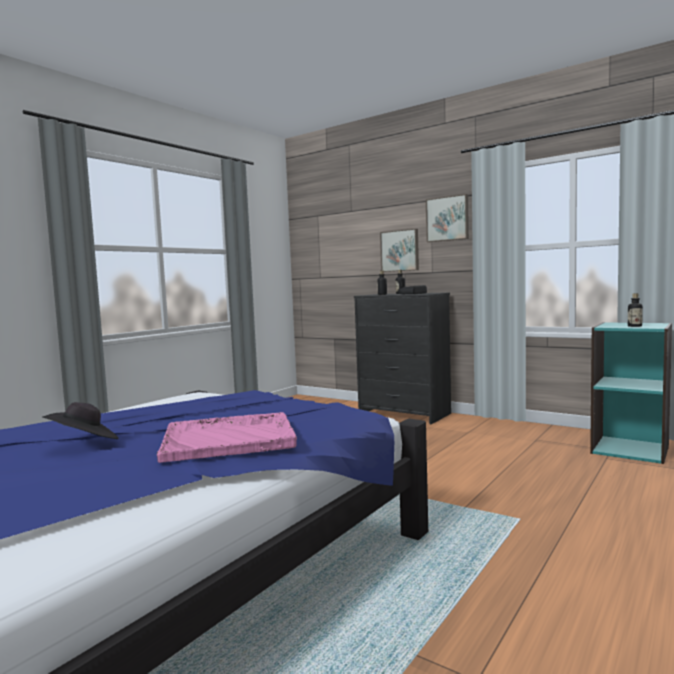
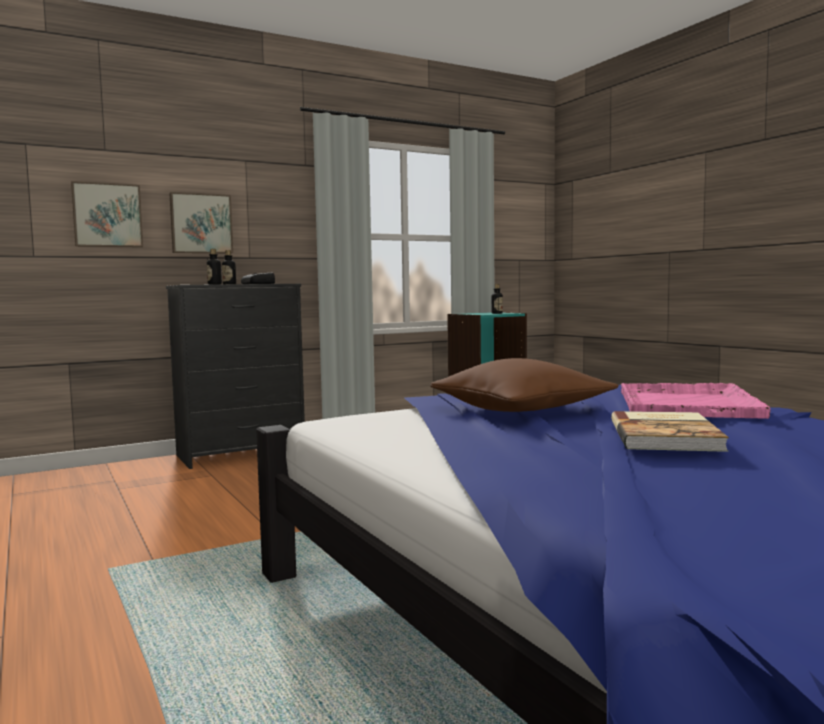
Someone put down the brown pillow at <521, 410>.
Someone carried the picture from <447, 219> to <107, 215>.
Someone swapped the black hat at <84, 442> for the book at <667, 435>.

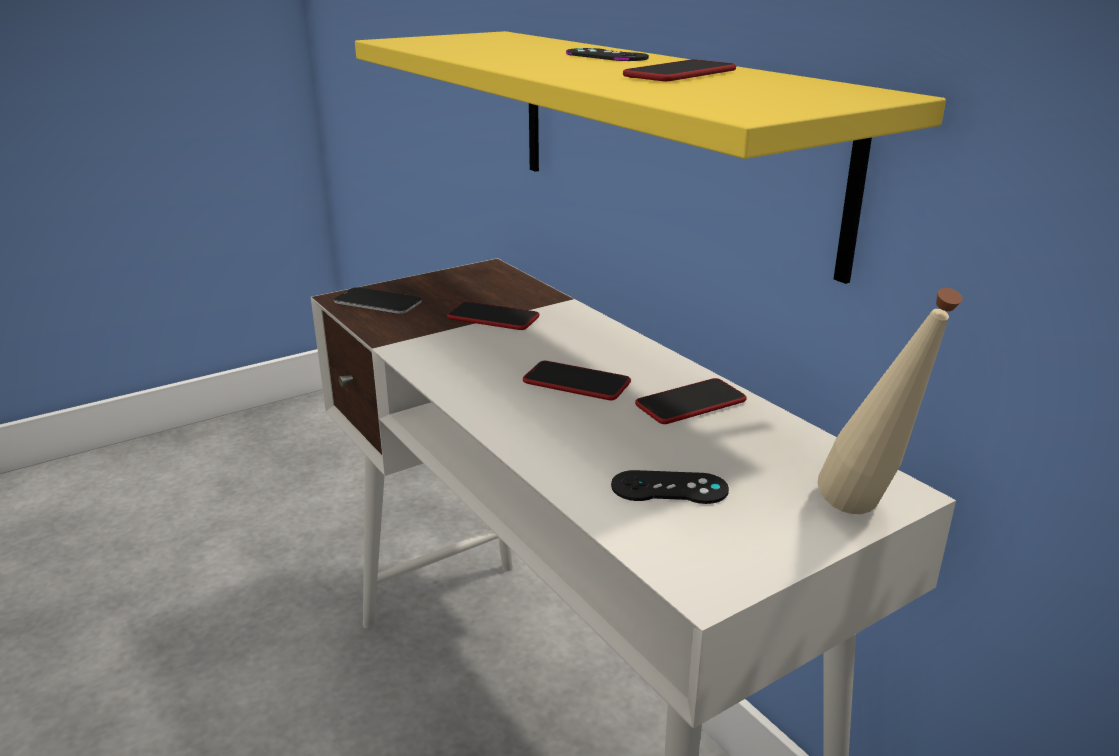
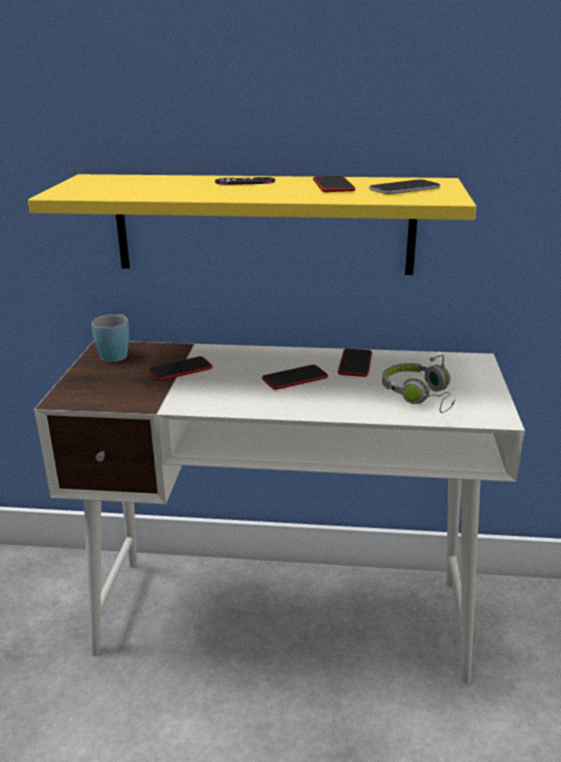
Someone took away the beige bottle at <865, 519>.
Someone put down the blue mug at <116, 353>.
Someone carried the phone from <378, 303> to <404, 189>.
Someone swapped the black game controller at <669, 488> for the grey headphones at <421, 396>.

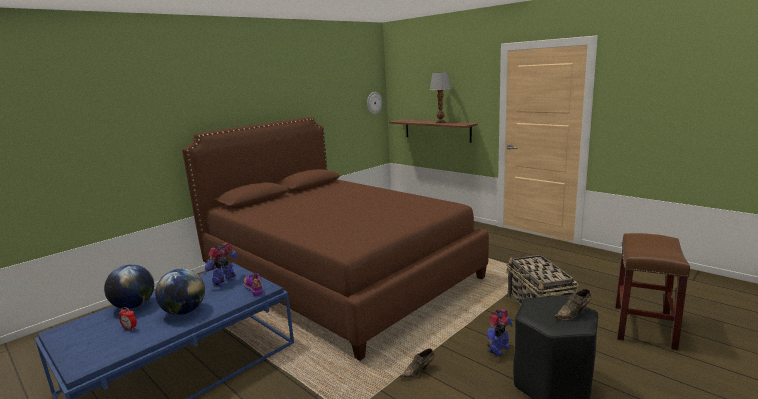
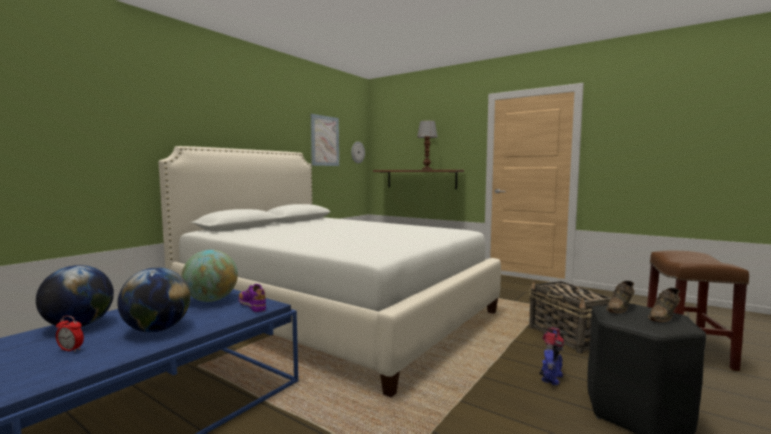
Someone put up the picture at <325, 141>.
Someone carried the brown shoe from <419, 371> to <620, 308>.
Someone swapped the toy robot at <225, 281> for the globe at <211, 300>.
Someone repainted the brown bed at <338, 275>, which became the white bed at <333, 312>.

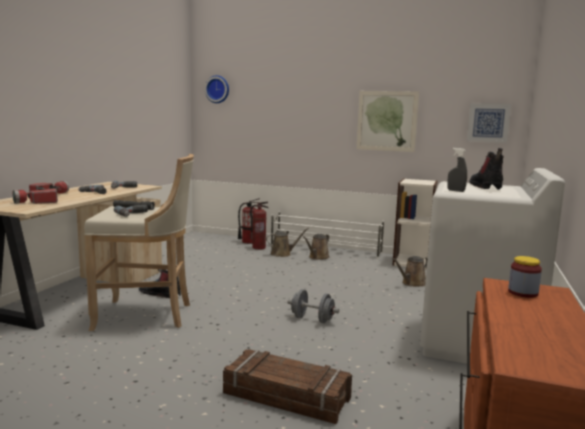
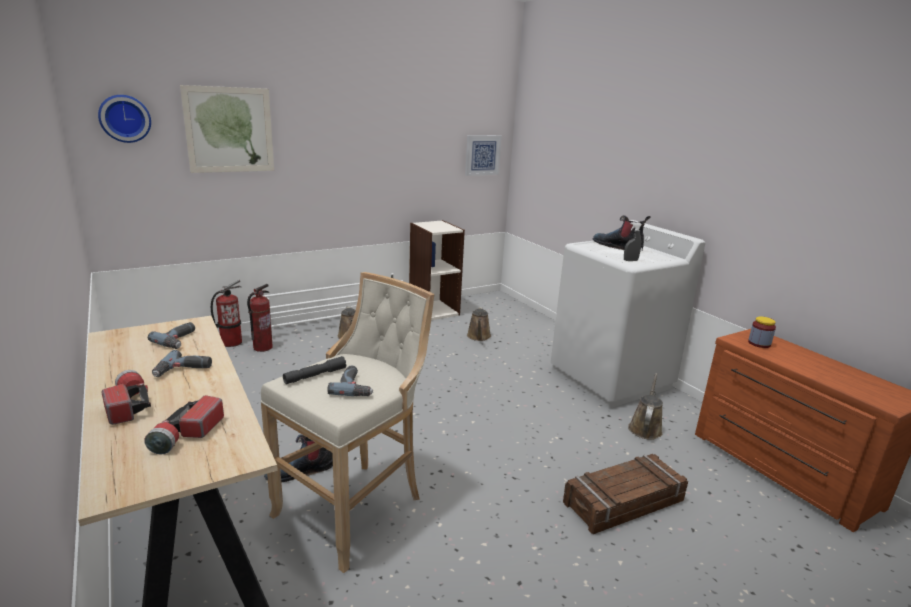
Someone took away the grey dumbbell at <312, 319>.
Someone carried the brown watering can from <282, 254> to <645, 428>.
Someone carried the picture from <387, 121> to <229, 130>.

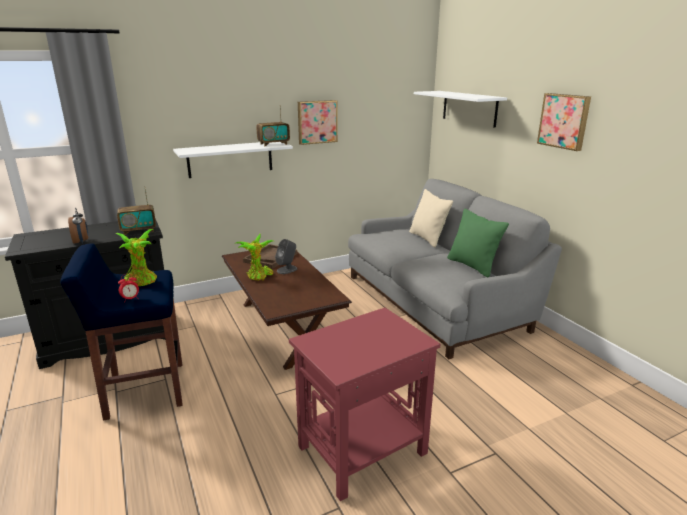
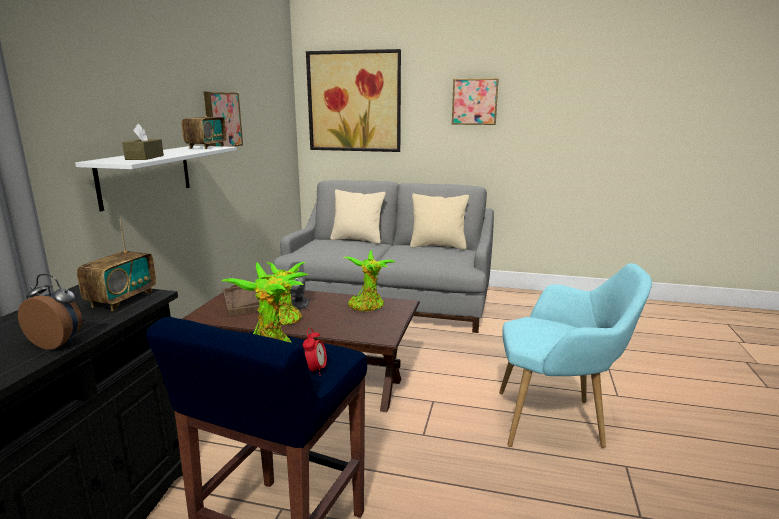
Someone put down the brown tissue box at <145, 157>.
Someone put down the potted plant at <368, 306>.
Someone swapped the red side table at <361, 449> for the turquoise armchair at <557, 421>.
Someone swapped the white shelf at <469, 108> for the picture at <354, 101>.
Someone repainted the green pillow at <473, 266>, which became the beige pillow at <438, 246>.

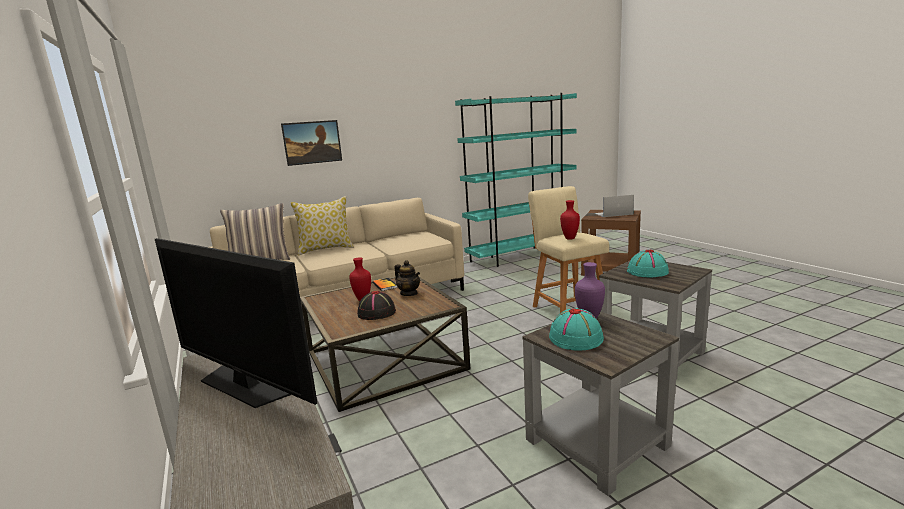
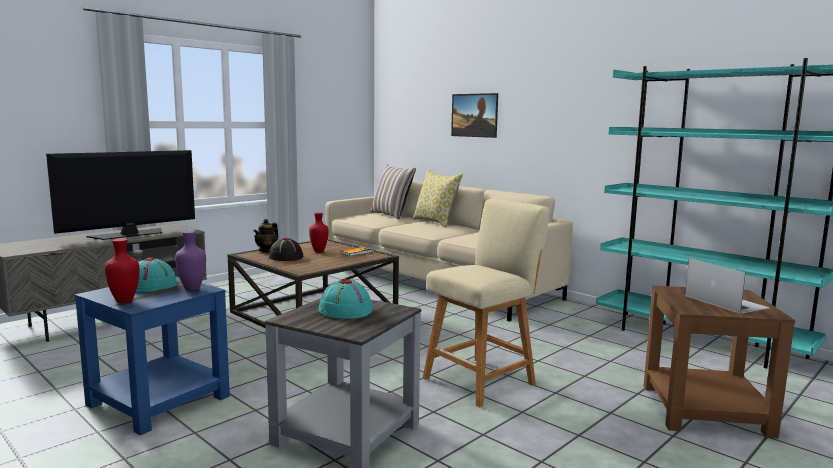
Someone carried the teapot from <409, 293> to <267, 250>.
Someone carried the red vase from <569, 238> to <125, 301>.
Someone repainted the grey side table at <594, 442>, which became the blue side table at <159, 399>.
Someone rotated the television at <246, 384> by 150 degrees counterclockwise.

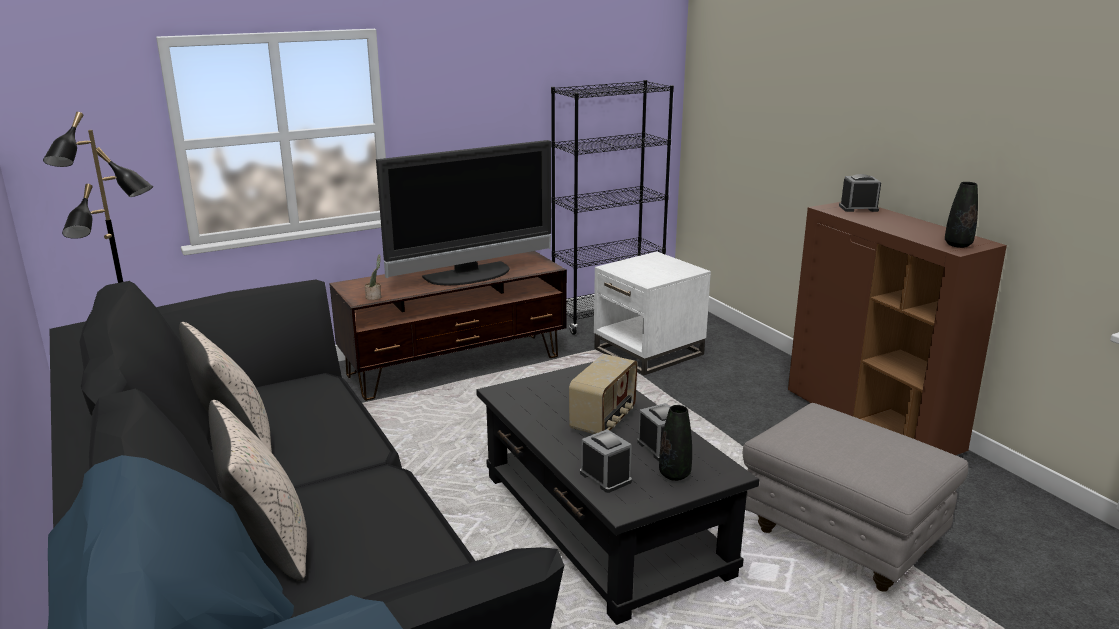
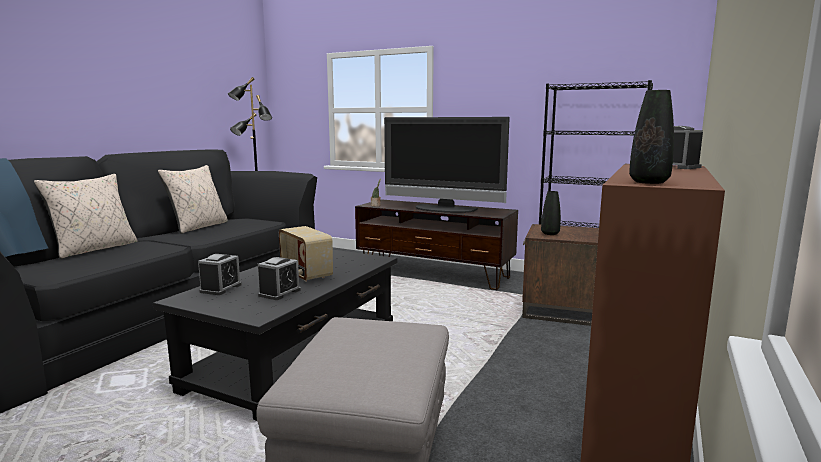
Someone carried the black vase from <674, 475> to <550, 233>.
Someone repainted the white side table at <649, 352>, which became the brown side table at <562, 310>.
Someone rotated the radio at <604, 420> by 60 degrees clockwise.

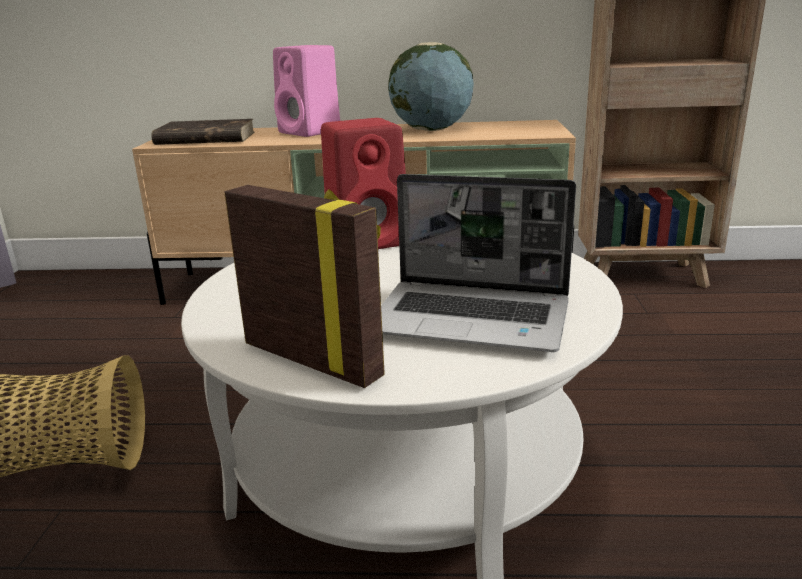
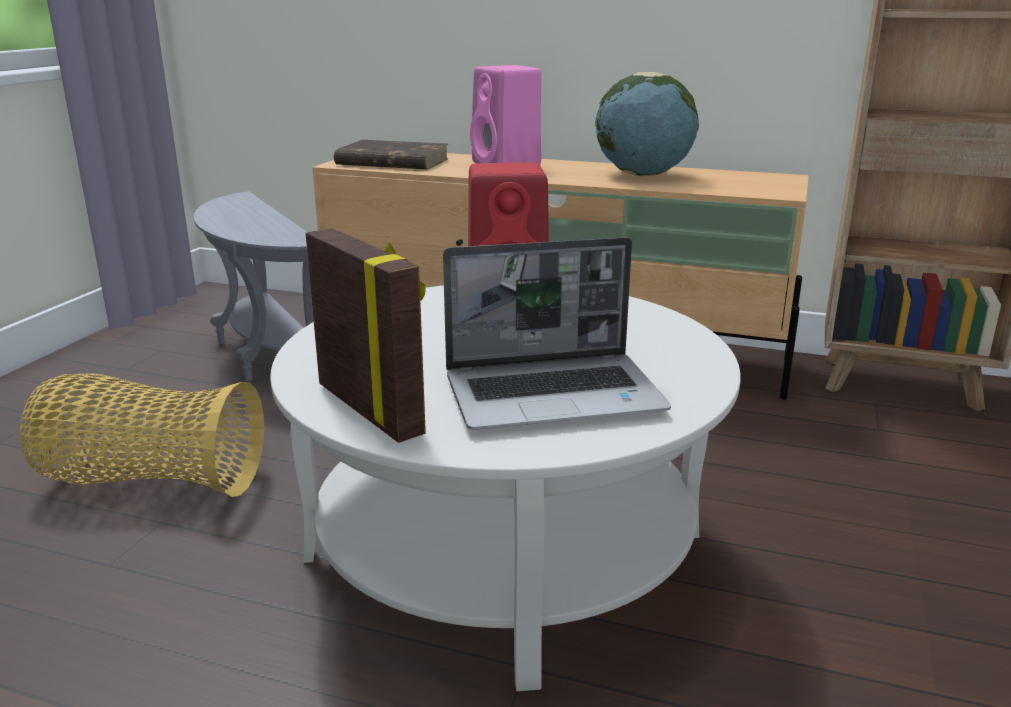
Someone put down the grey side table at <264, 354>.
Someone rotated the laptop at <473, 318> by 45 degrees counterclockwise.

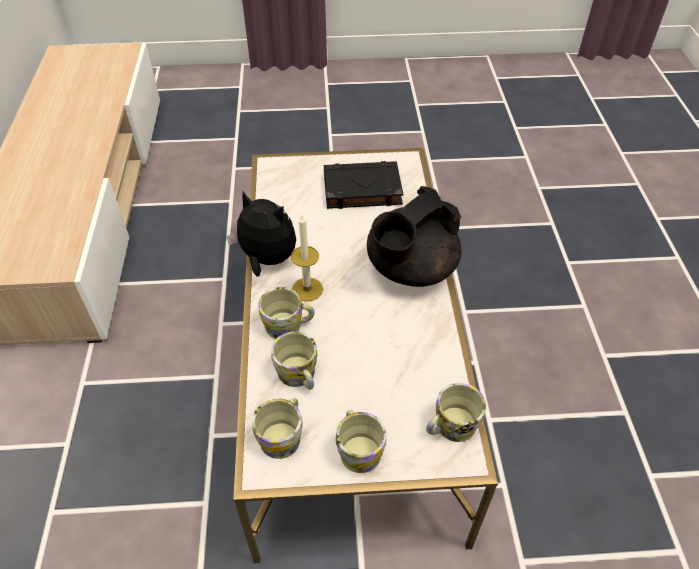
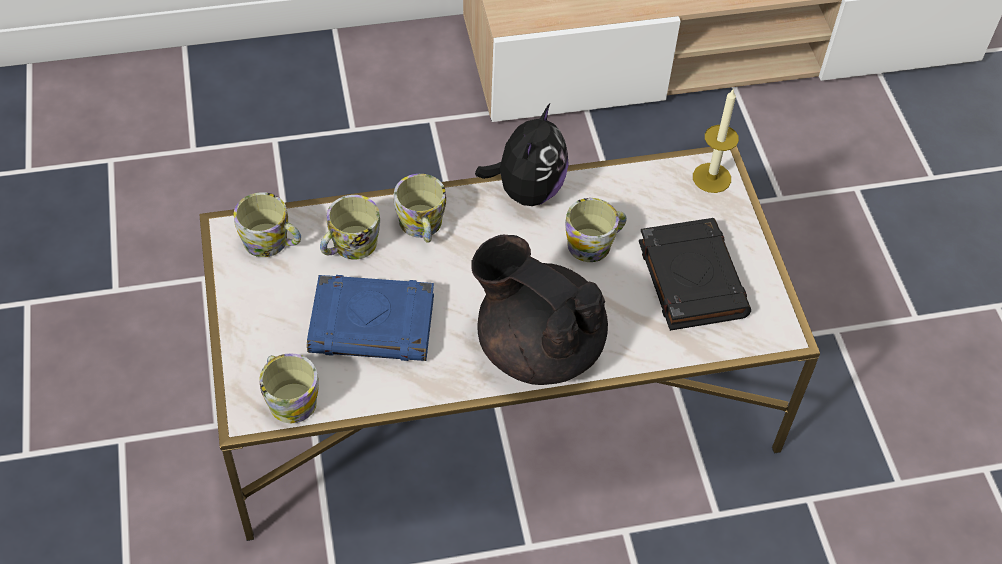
Someone put down the blue book at <373, 324>.
Someone carried the candle from <307, 289> to <711, 178>.
Someone carried the mug from <358, 448> to <595, 243>.

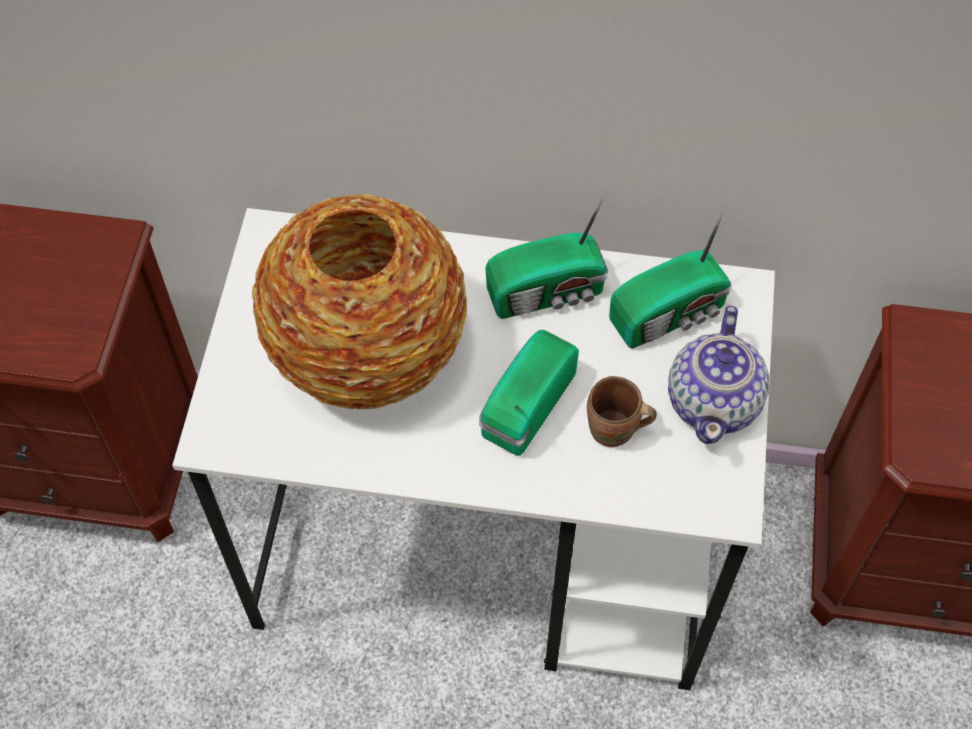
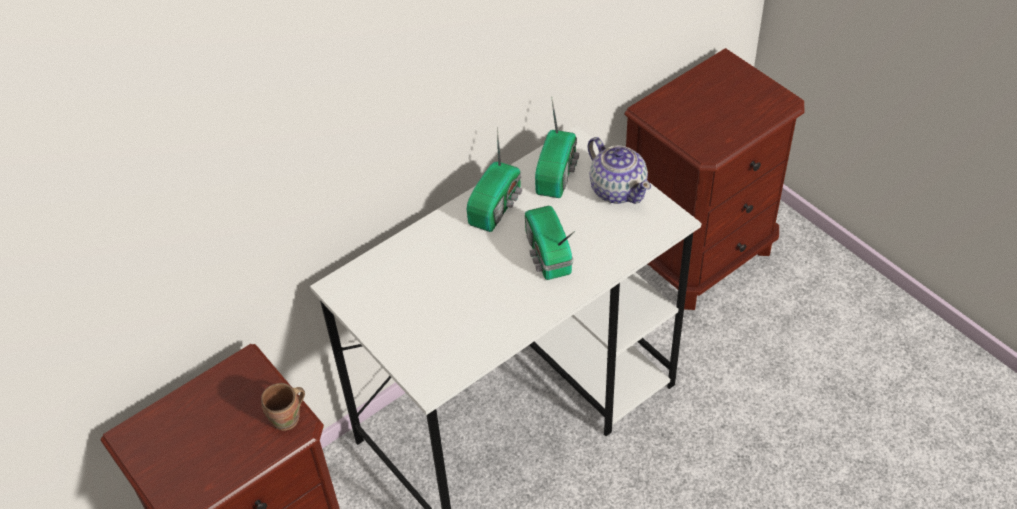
Someone took away the vase at <369, 352>.
Someone carried the brown mug from <614, 432> to <288, 419>.

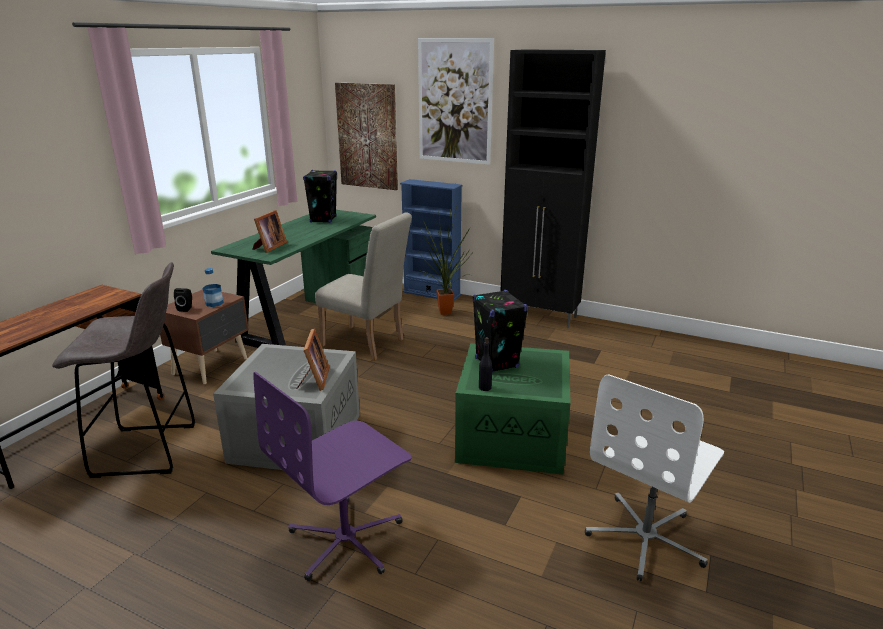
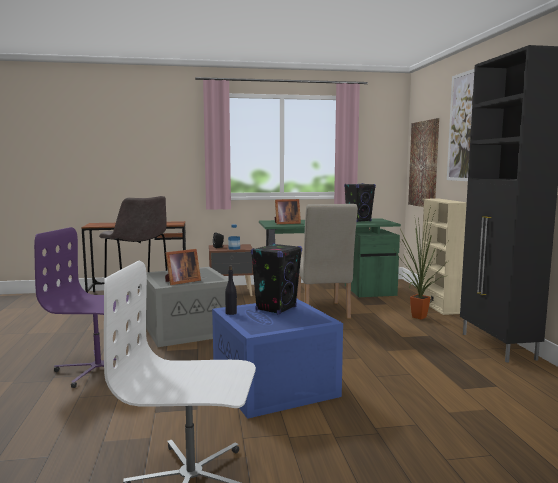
Someone repainted the blue bookcase at <431, 293>, which became the beige bookcase at <438, 306>.
Someone repainted the green storage box at <514, 436>, which became the blue storage box at <276, 386>.

